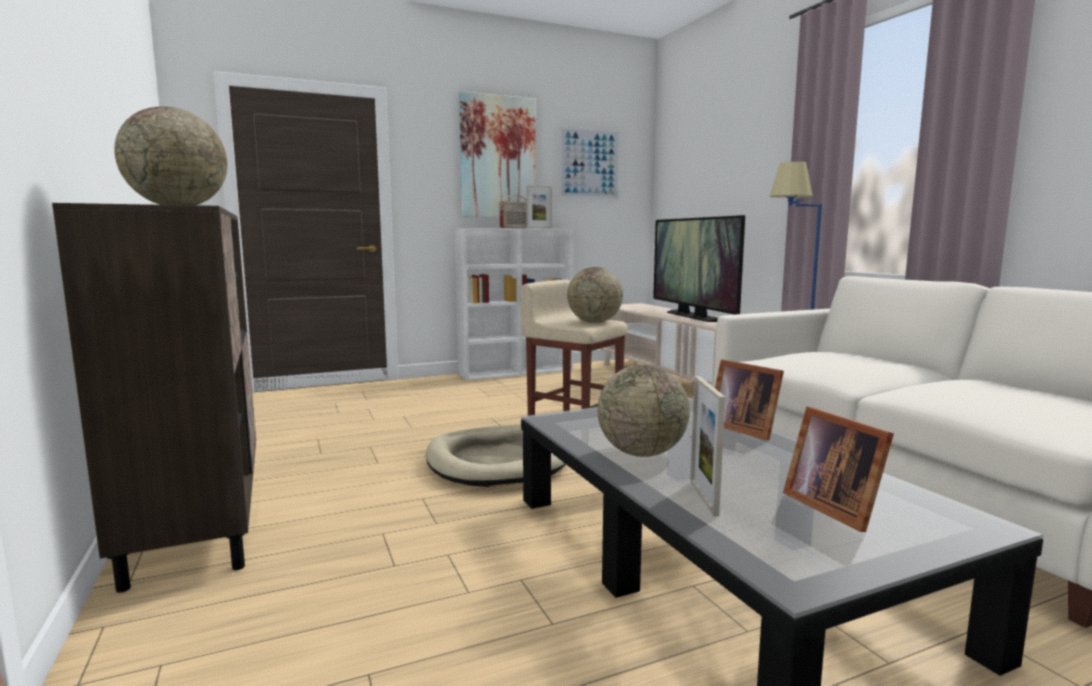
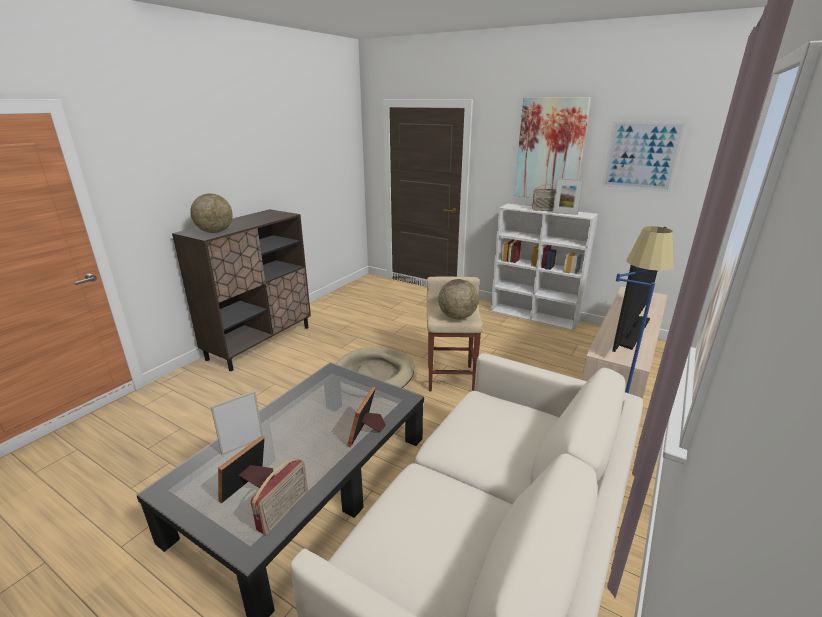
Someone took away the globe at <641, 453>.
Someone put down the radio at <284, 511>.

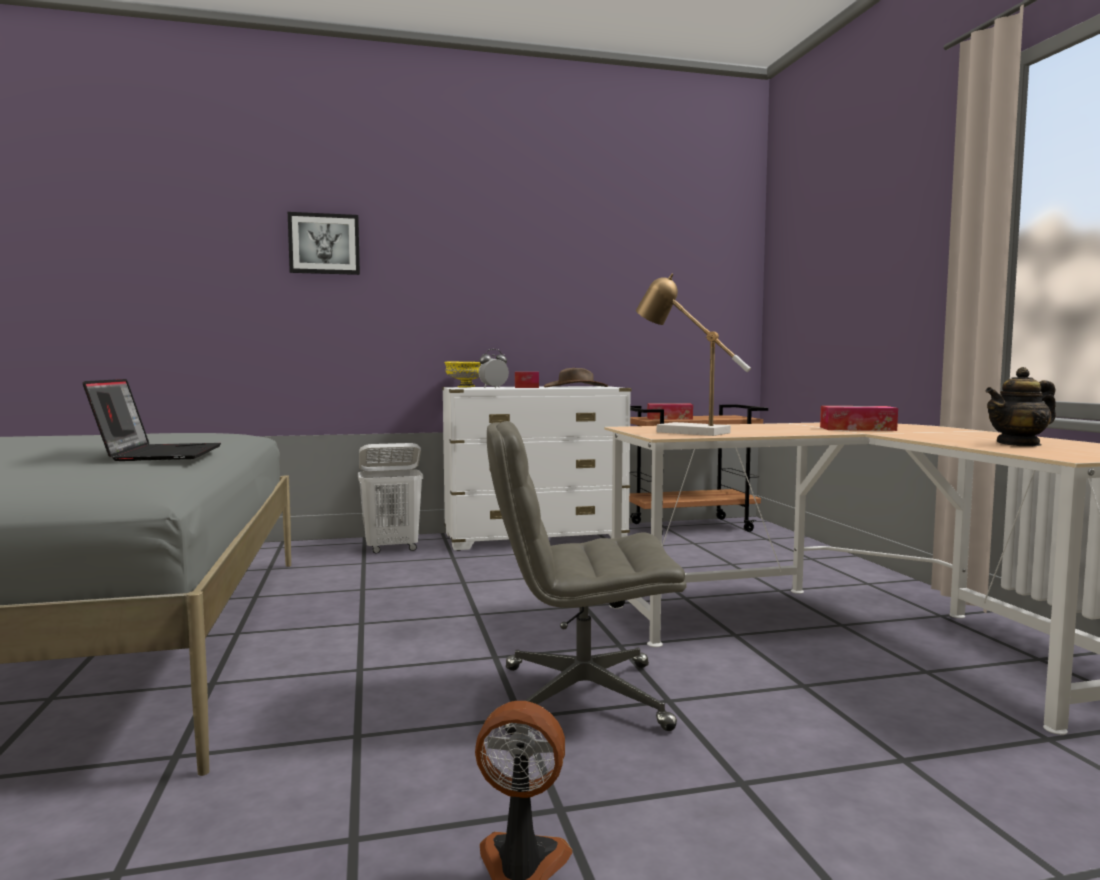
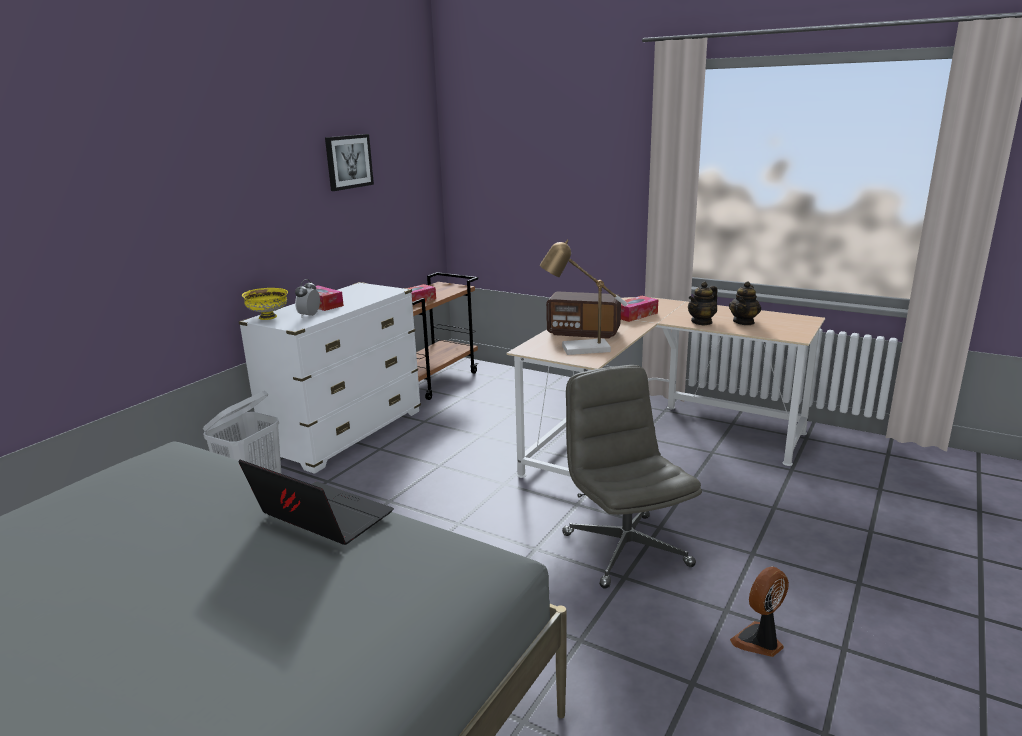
Someone took away the brown hat at <576, 387>.
Someone put down the radio at <583, 332>.
Someone put down the teapot at <702, 322>.
Someone carried the picture from <324, 244> to <348, 162>.
Someone rotated the grey office chair at <580, 697> by 120 degrees clockwise.

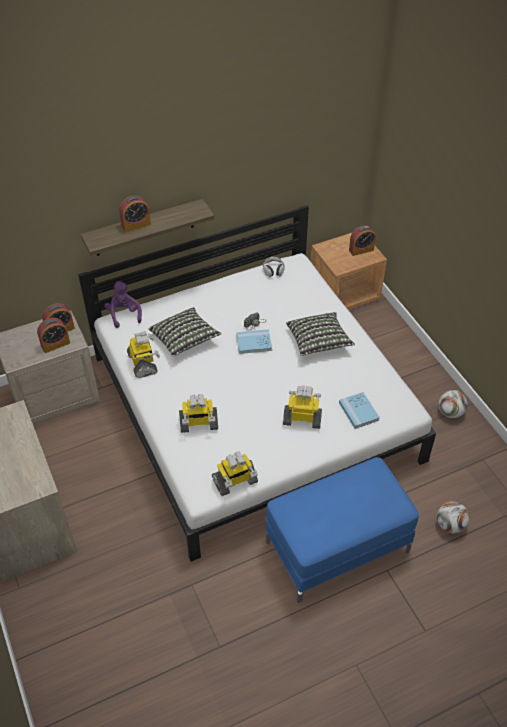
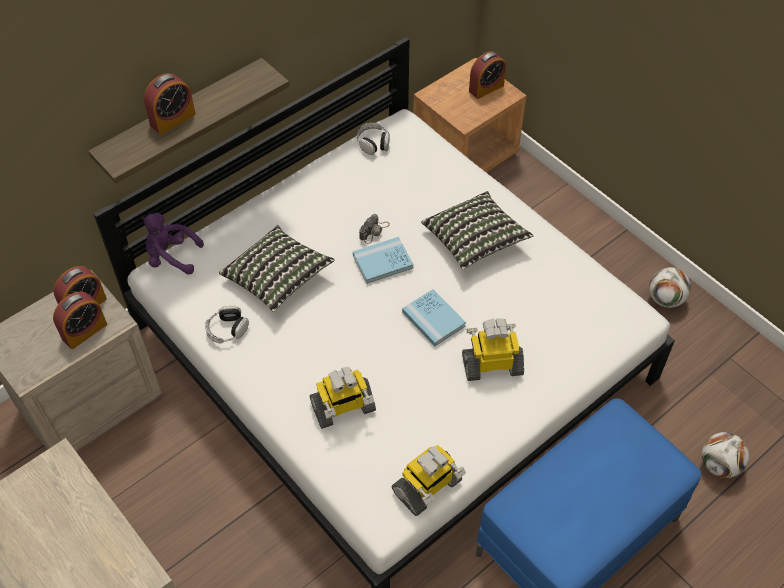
Someone carried the blue book from <358, 411> to <433, 319>.
Someone swapped the toy robot at <143, 363> for the headphones at <227, 330>.
Someone rotated the purple plush toy at <124, 314> by 45 degrees counterclockwise.

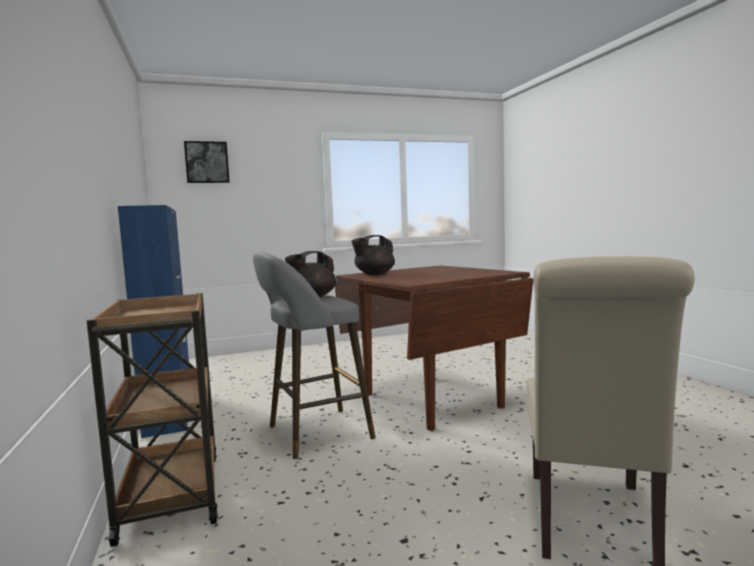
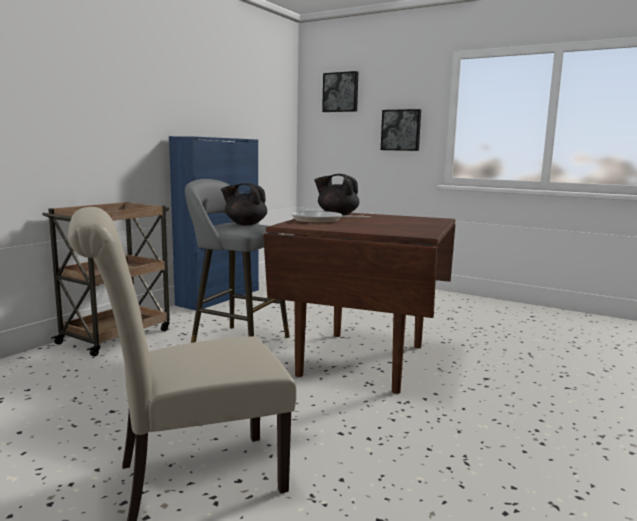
Someone put down the frying pan at <320, 221>.
Someone put up the picture at <401, 130>.

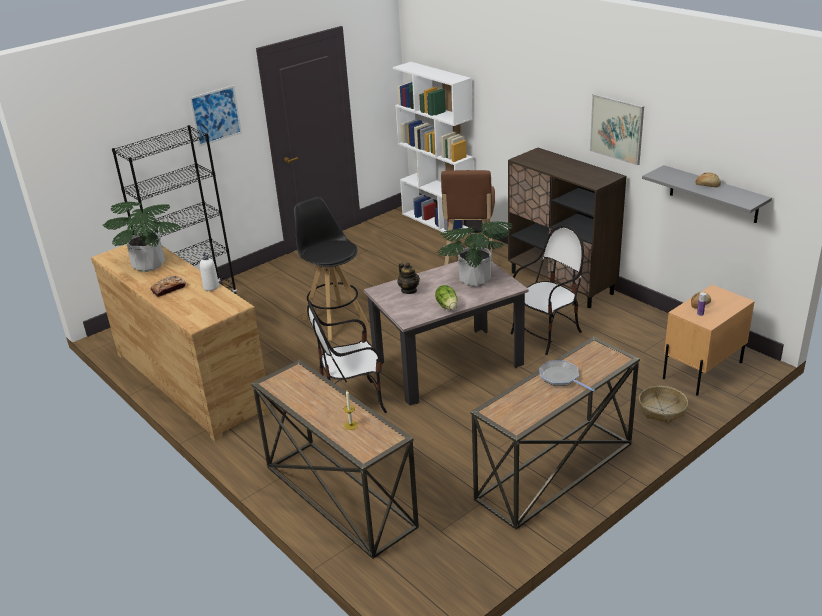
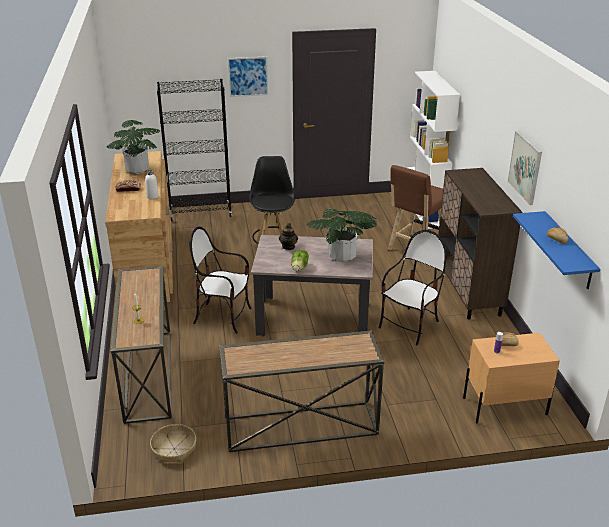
Someone took away the frying pan at <561, 378>.
Someone carried the basket from <661, 410> to <174, 449>.
Someone repainted the grey shelf at <713, 194>, which became the blue shelf at <568, 250>.
Someone rotated the chair at <547, 335> by 45 degrees counterclockwise.

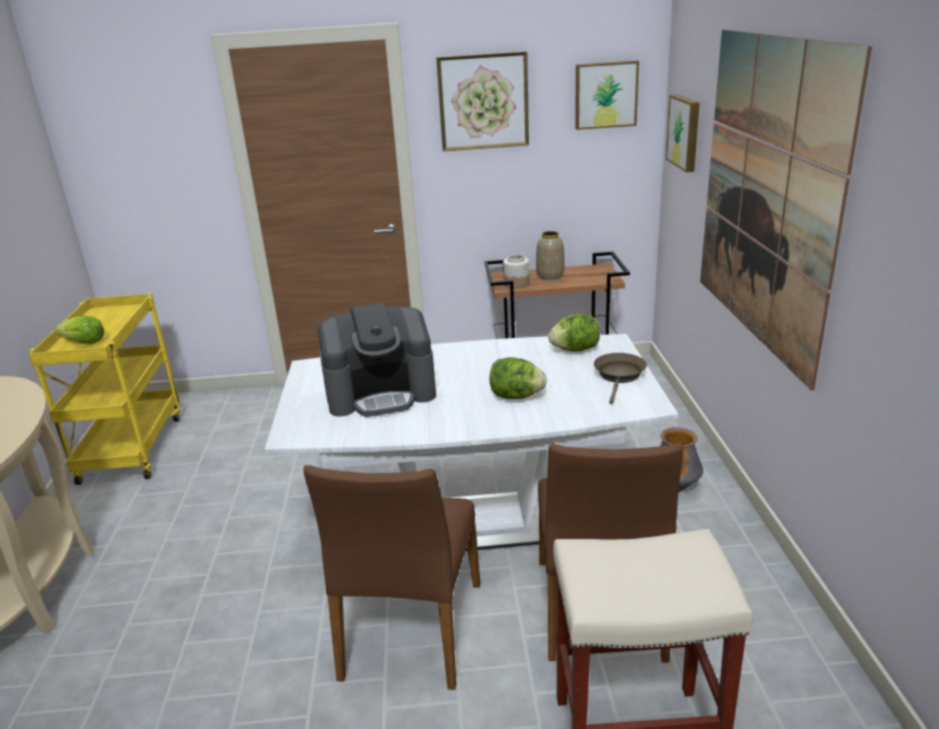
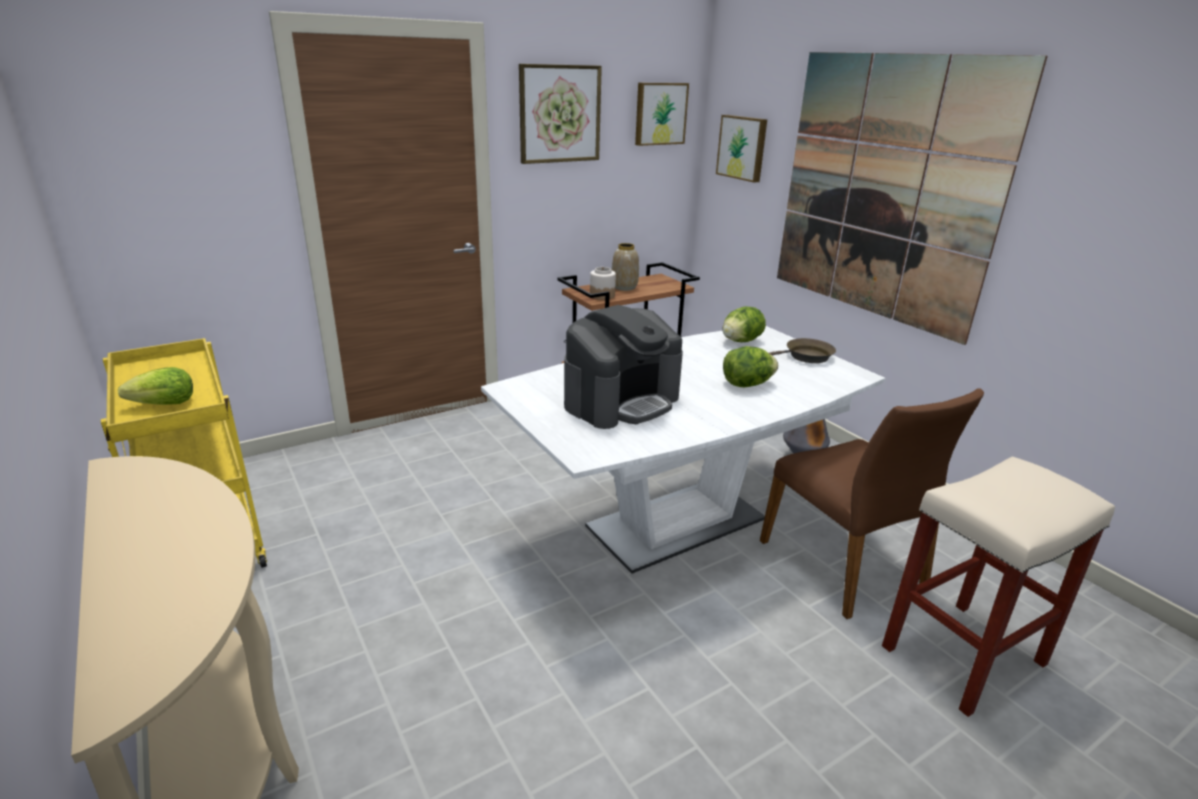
Someone took away the brown chair at <409, 630>.
Someone rotated the brown frying pan at <619, 376> by 90 degrees clockwise.

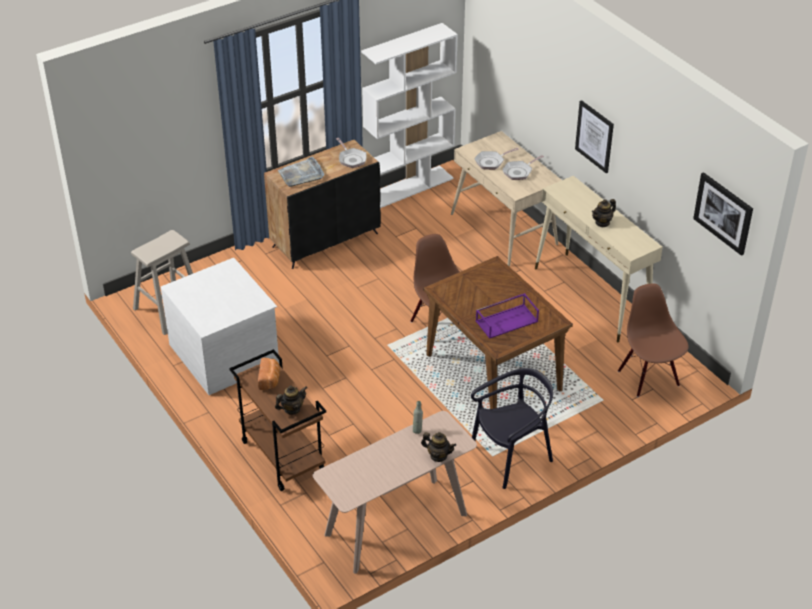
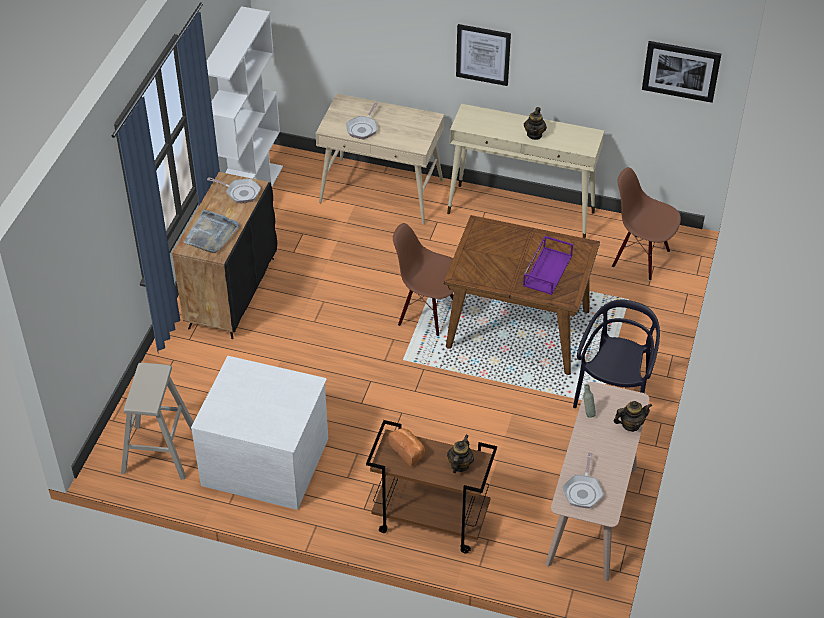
Someone carried the frying pan from <519, 172> to <583, 491>.

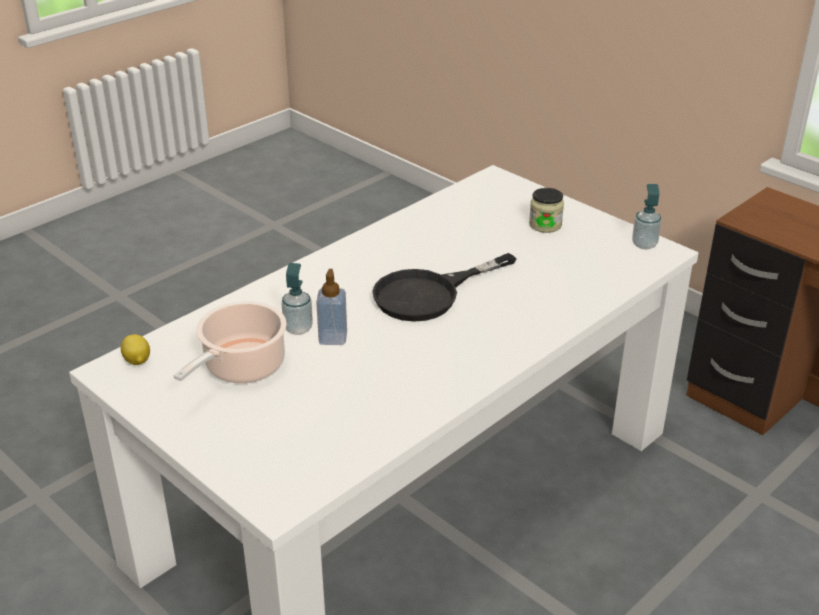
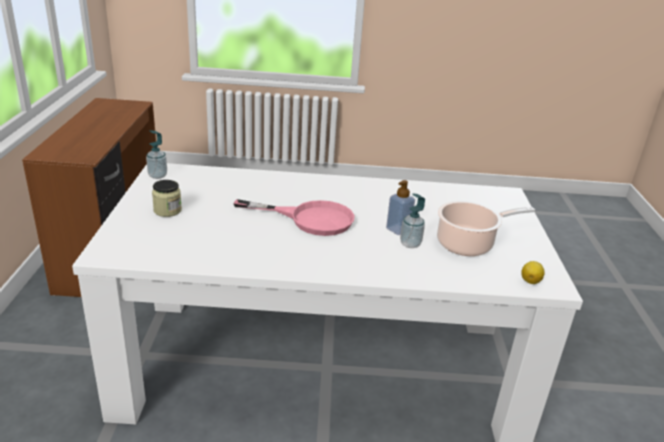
Someone repainted the black frying pan at <429, 294>, which became the pink frying pan at <310, 219>.

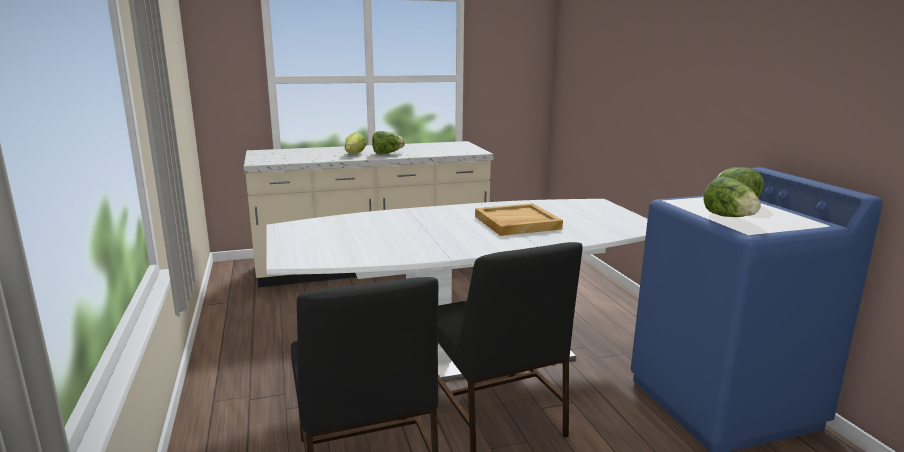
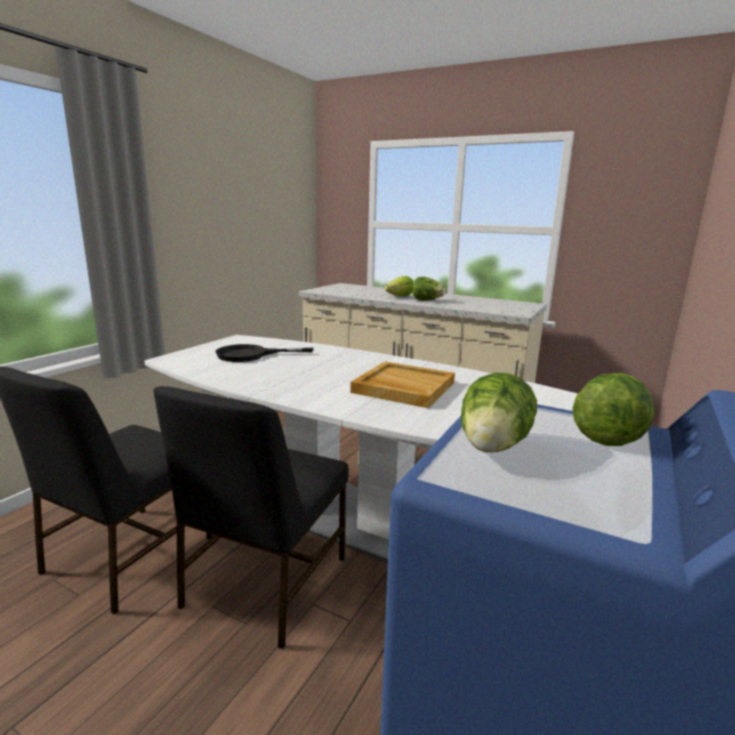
Someone put down the black frying pan at <251, 355>.

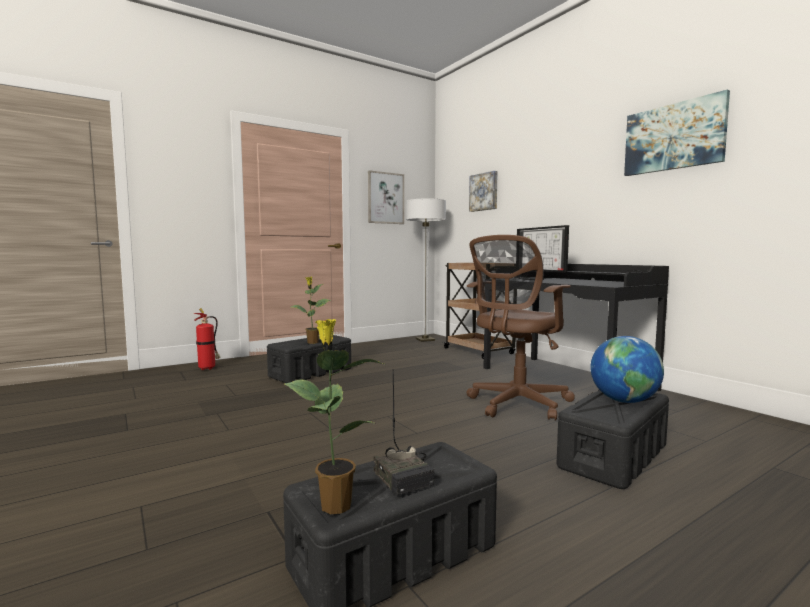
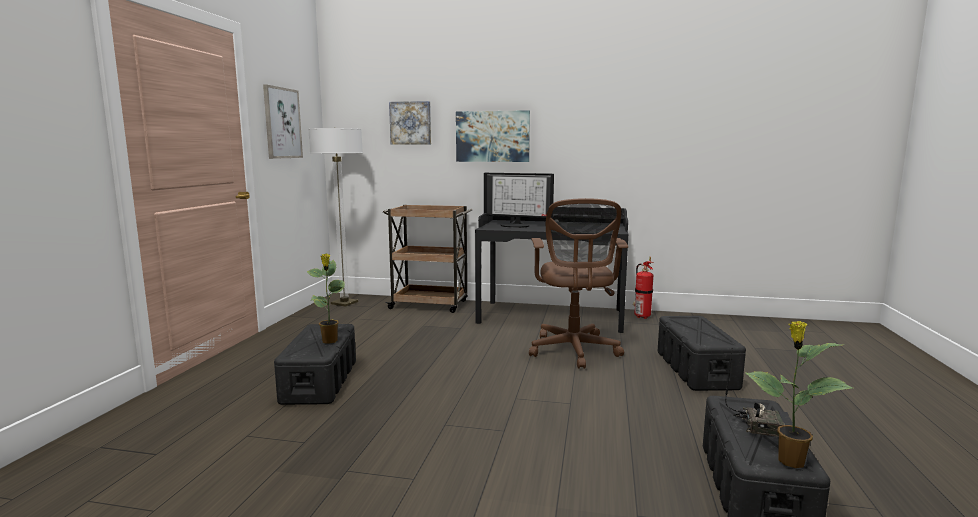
Someone took away the globe at <624, 401>.
Someone carried the fire extinguisher from <208, 368> to <641, 316>.
Someone carried the picture from <673, 137> to <492, 136>.

